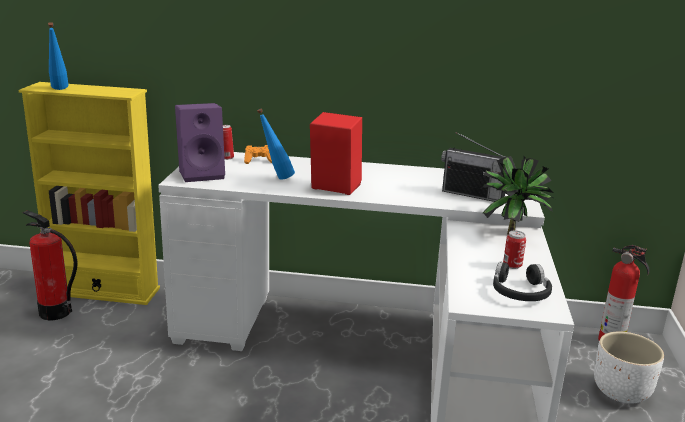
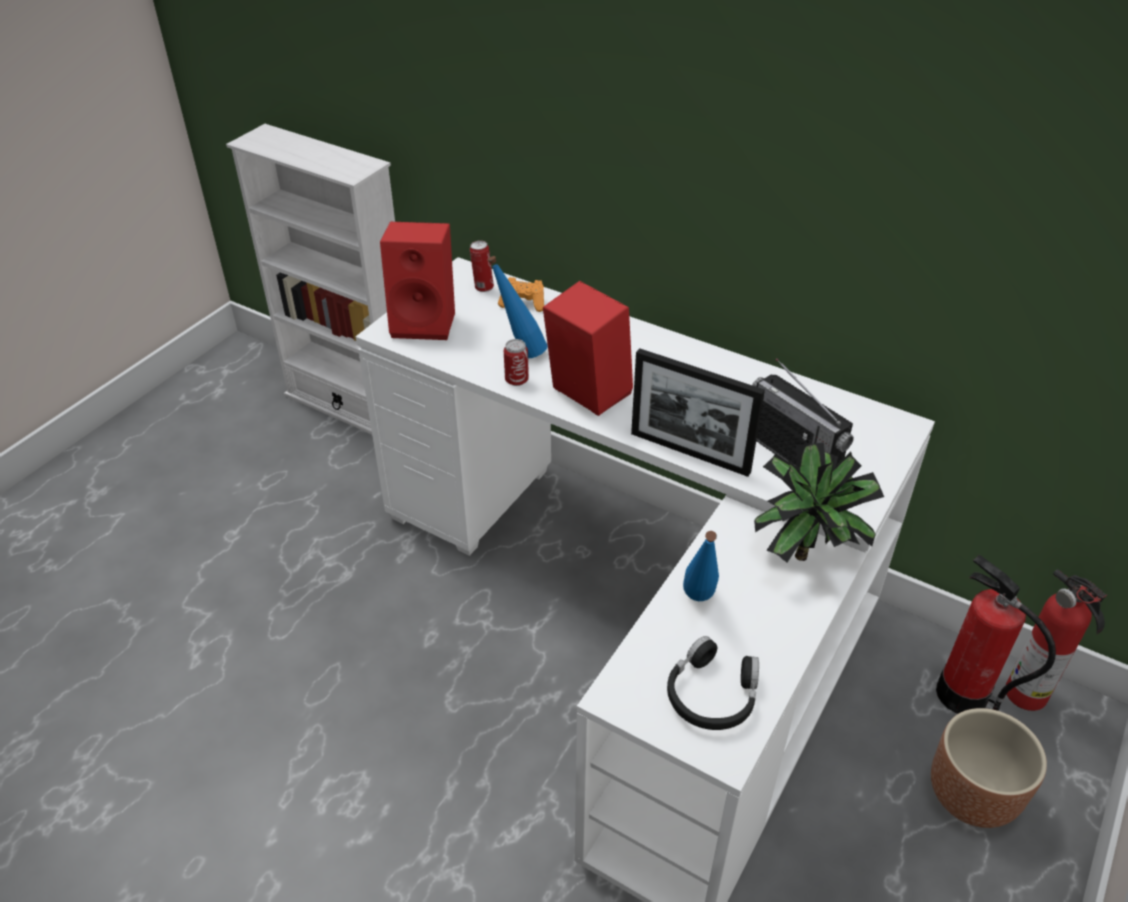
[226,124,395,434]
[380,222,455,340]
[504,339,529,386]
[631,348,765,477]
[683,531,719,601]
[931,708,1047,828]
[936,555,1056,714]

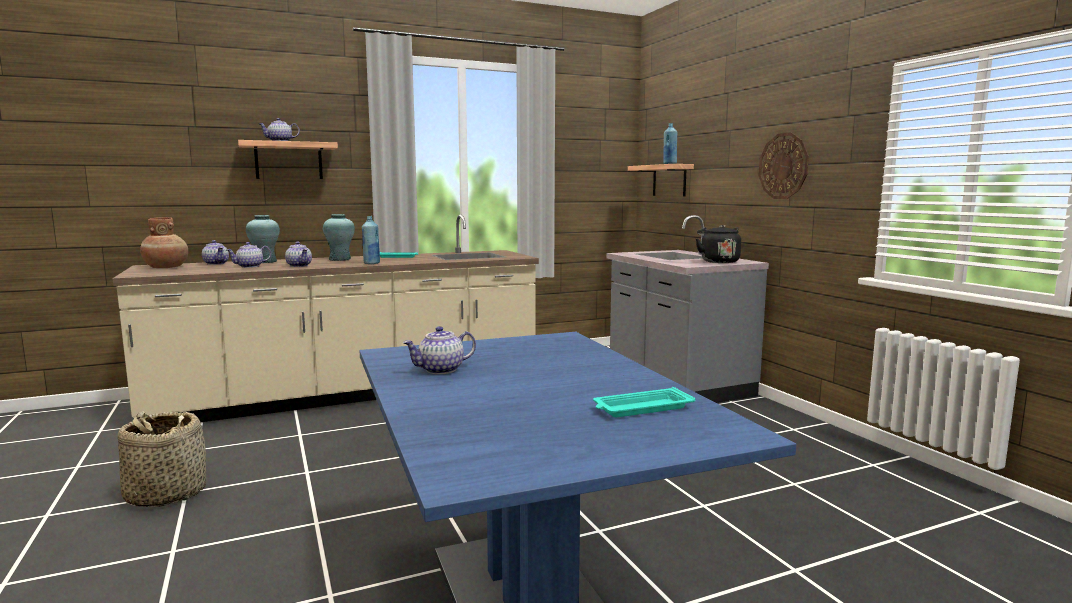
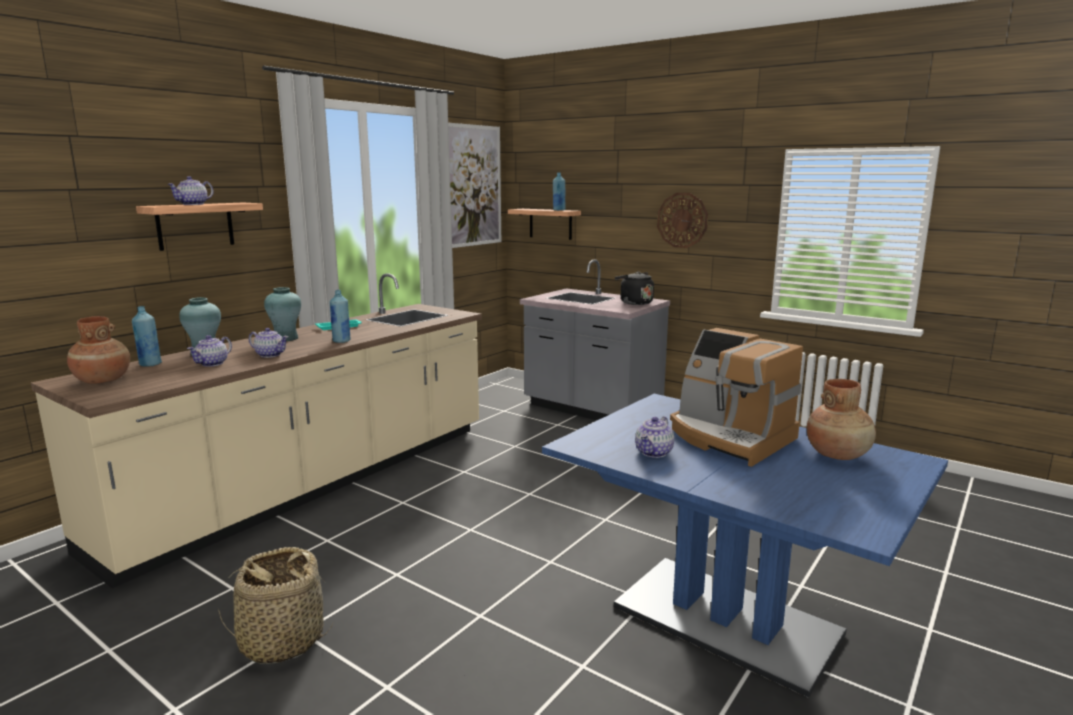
[132,306,162,367]
[448,123,501,248]
[670,328,803,467]
[807,379,876,460]

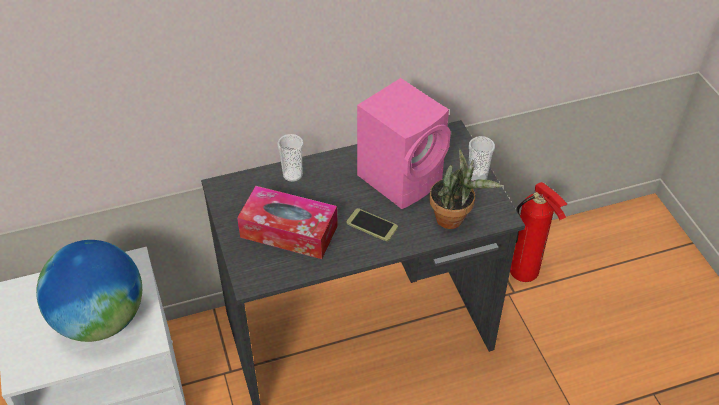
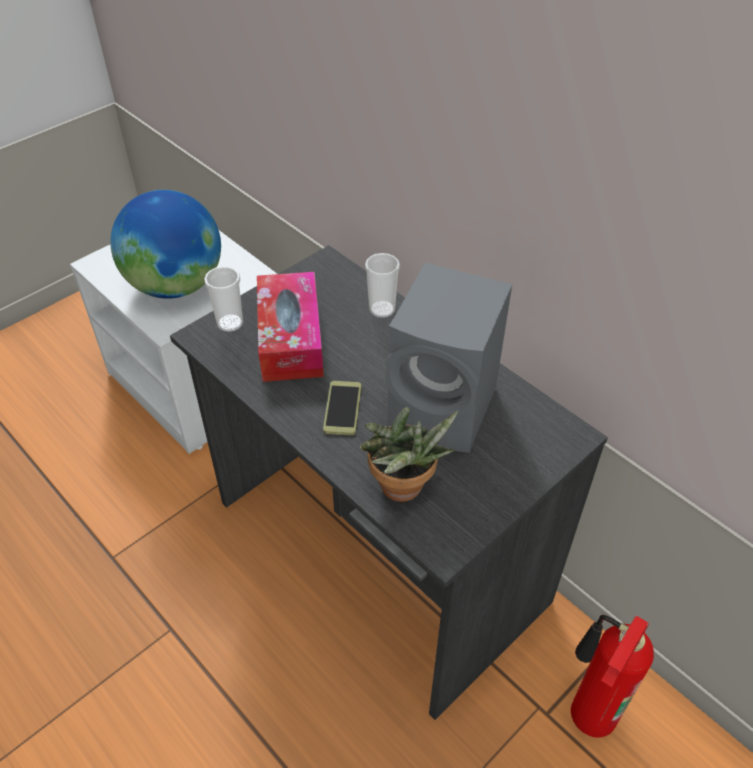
[204,266,243,332]
[386,263,512,453]

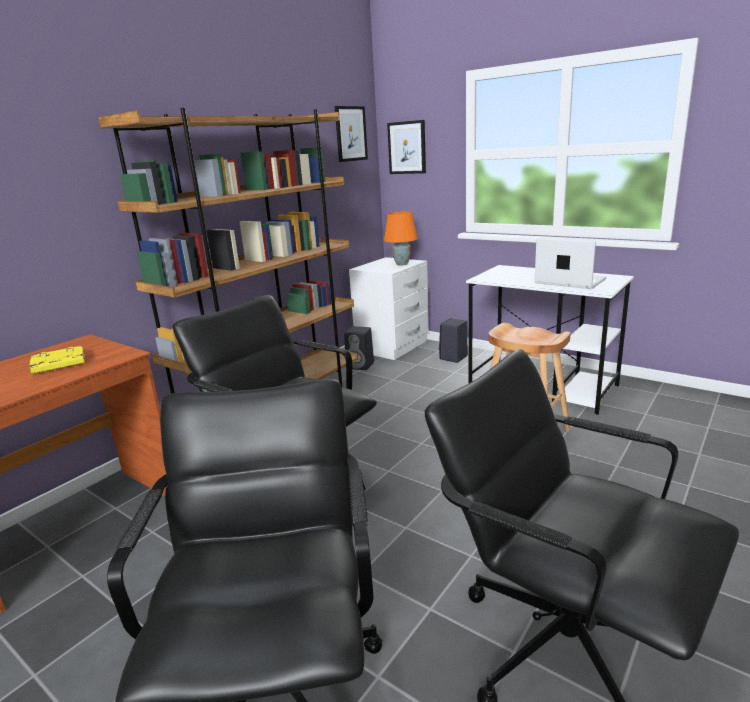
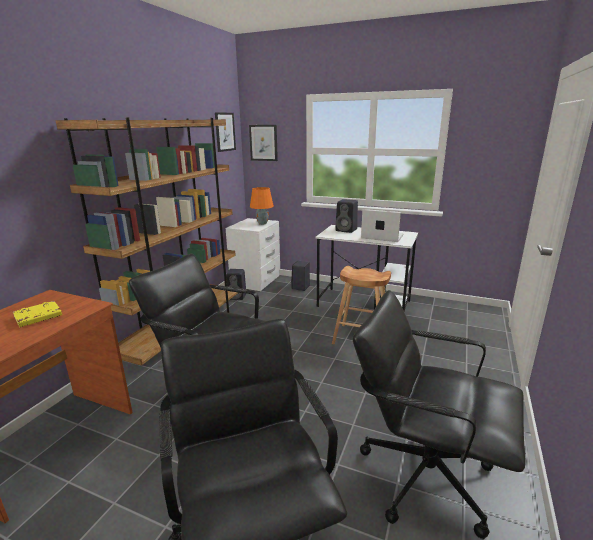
[335,199,358,233]

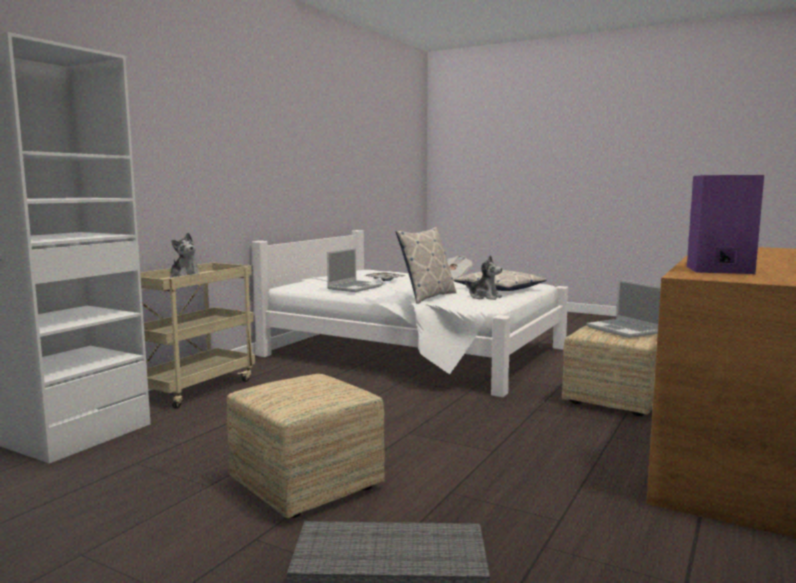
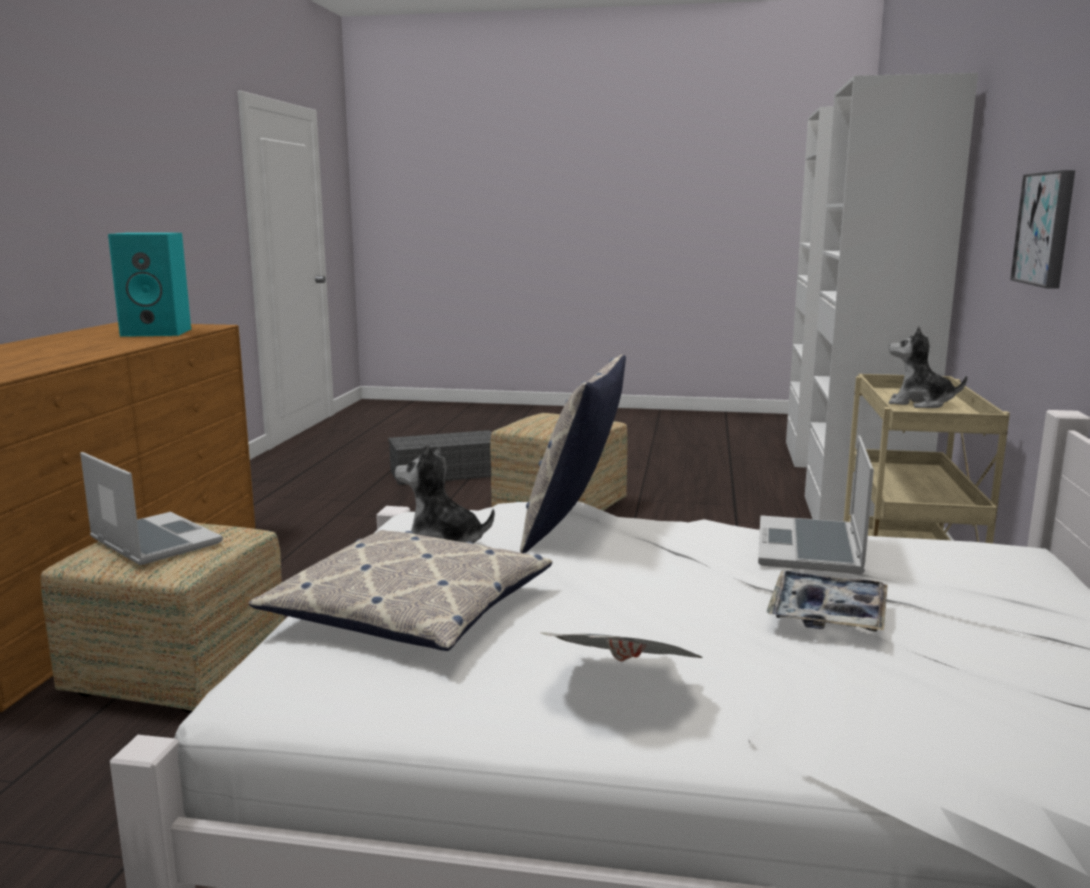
[108,233,191,337]
[1010,170,1075,289]

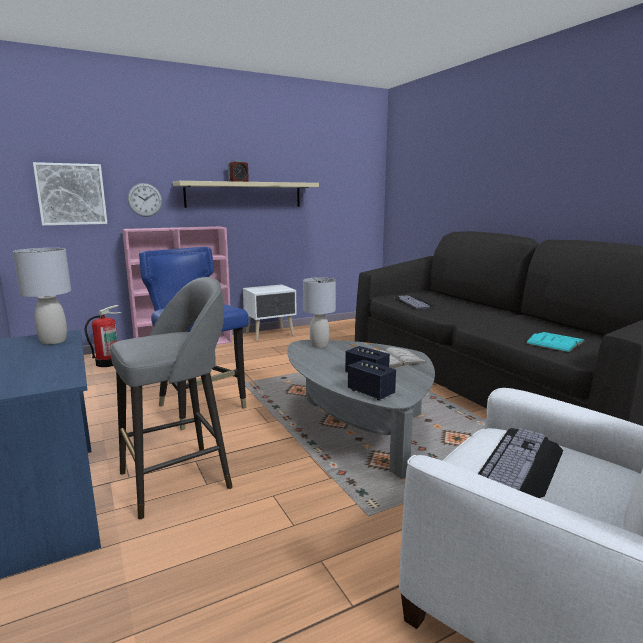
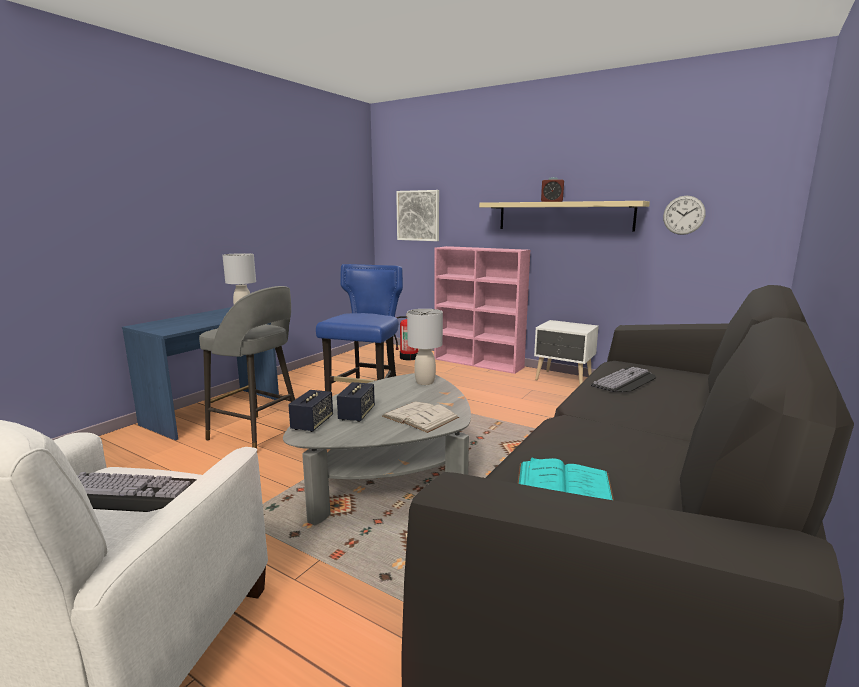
[663,196,706,235]

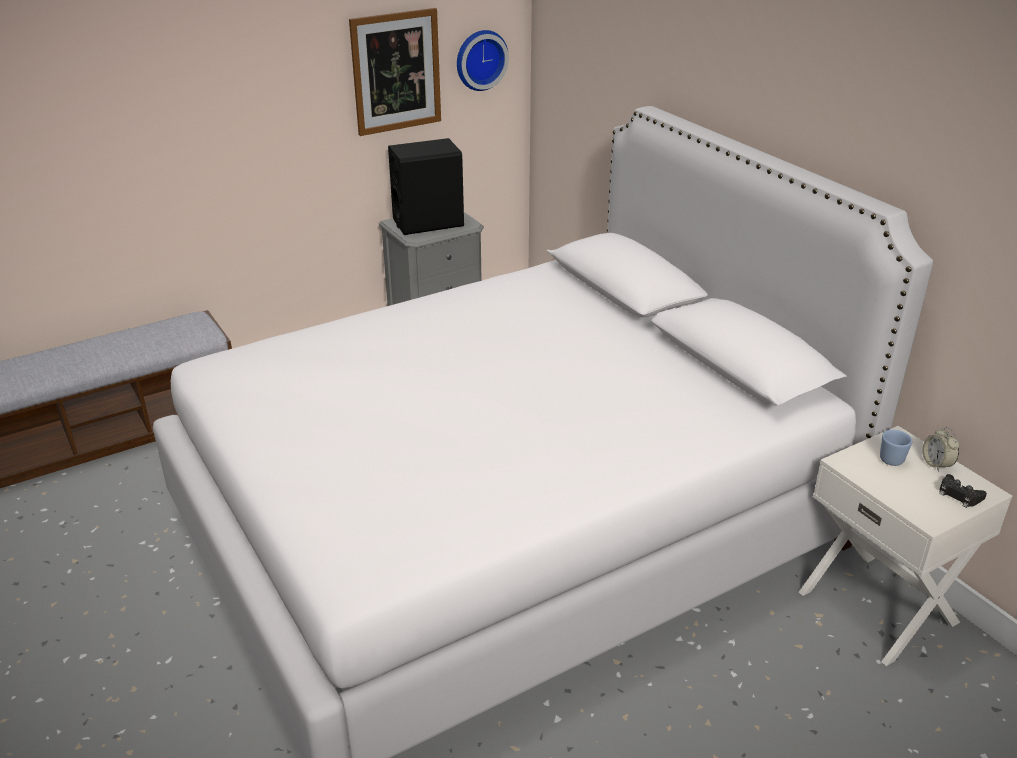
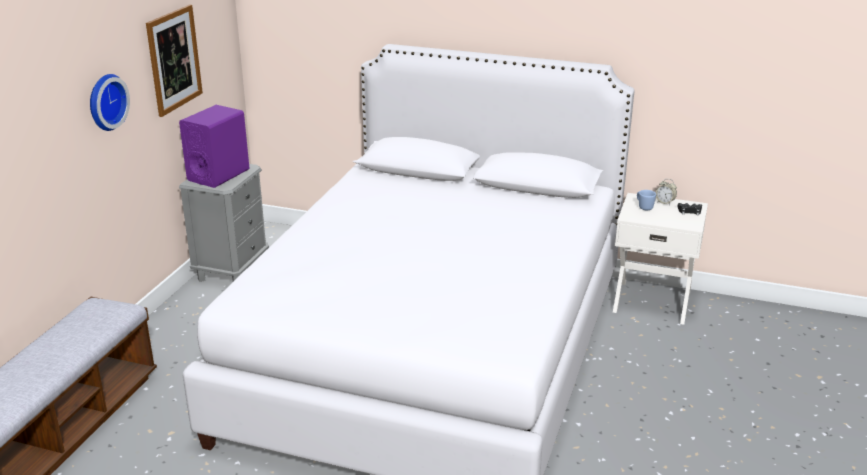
[90,74,130,131]
[179,105,249,188]

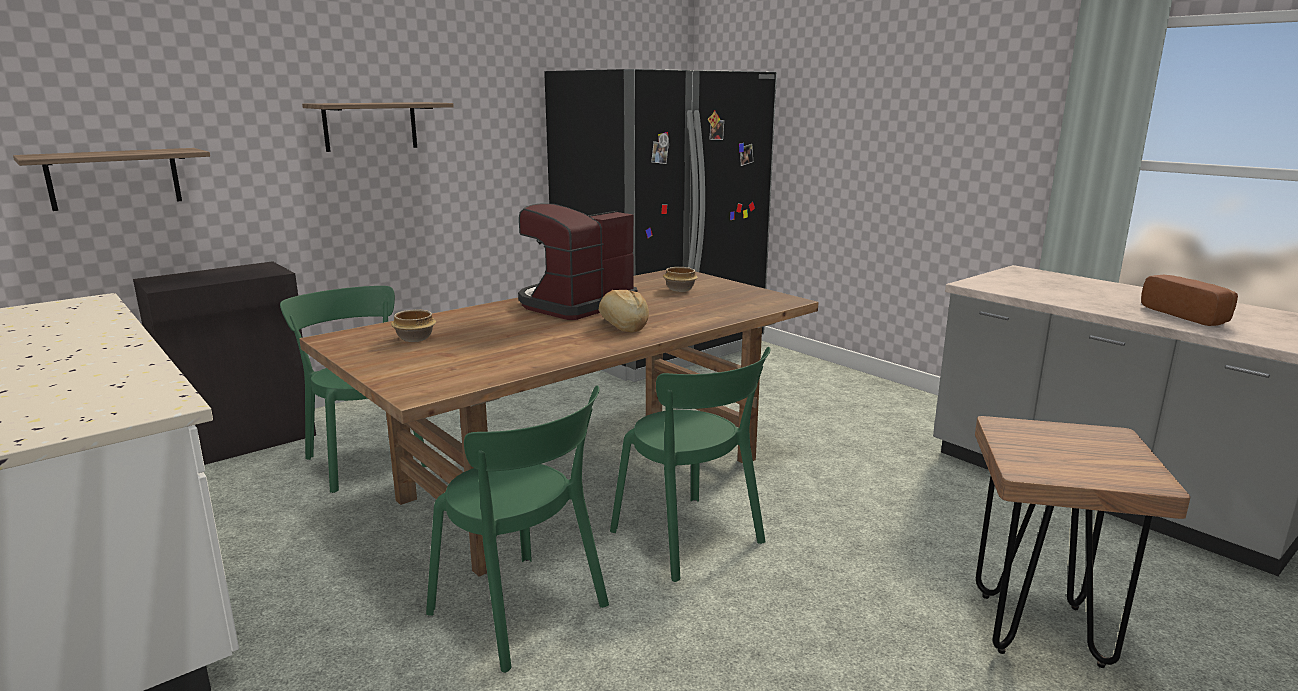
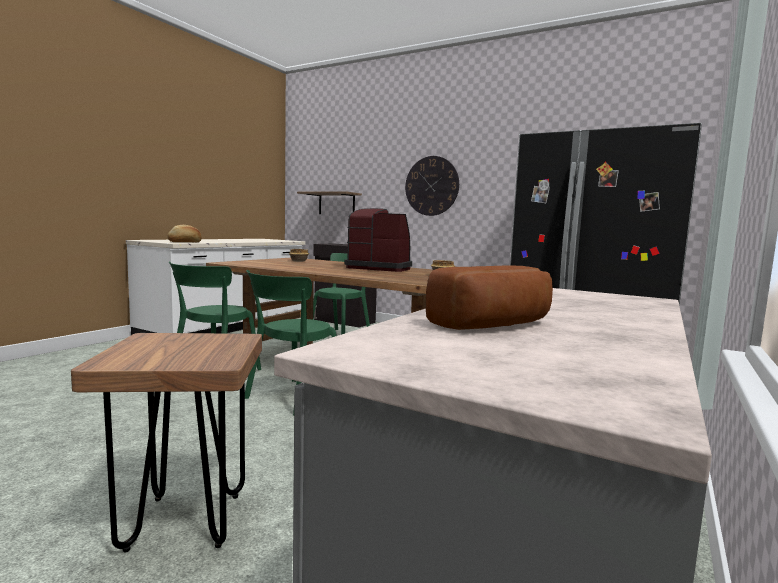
[168,225,202,242]
[405,156,459,216]

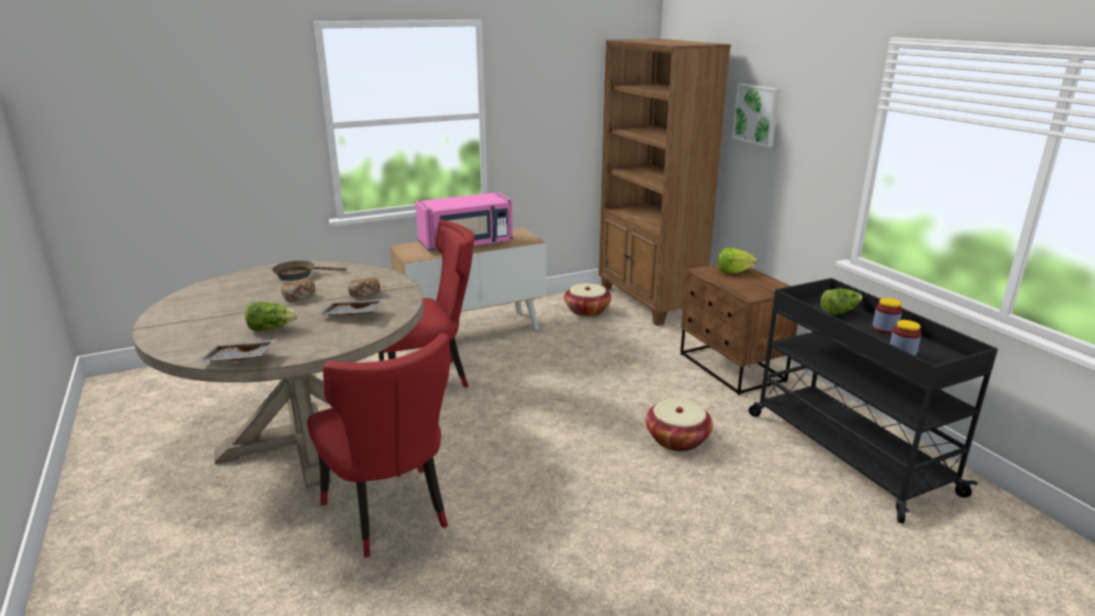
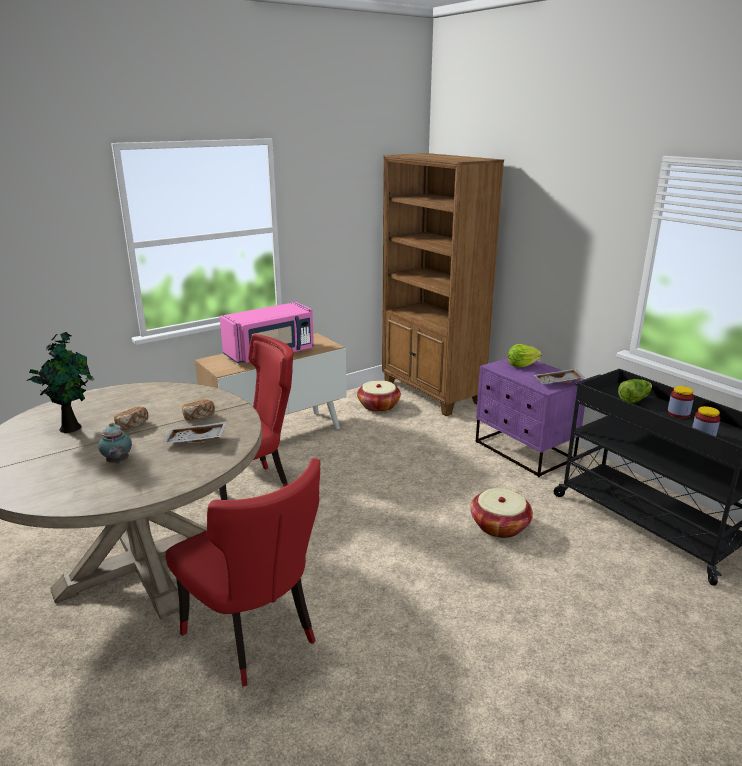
[27,332,95,433]
[98,422,132,464]
[476,358,585,477]
[534,368,585,384]
[272,261,347,281] (first image)
[732,84,780,147] (first image)

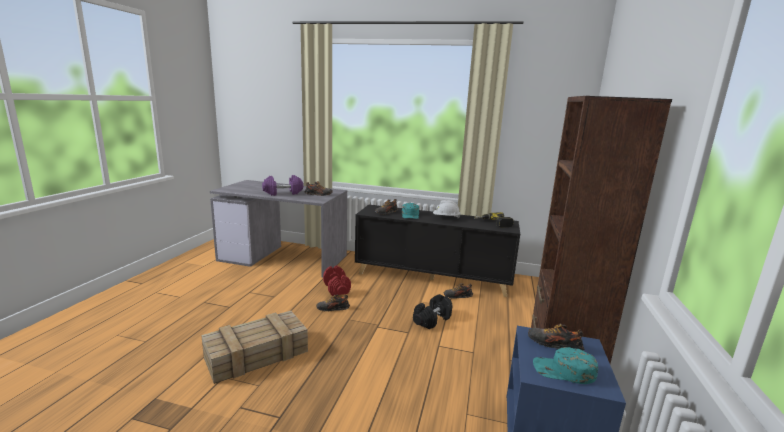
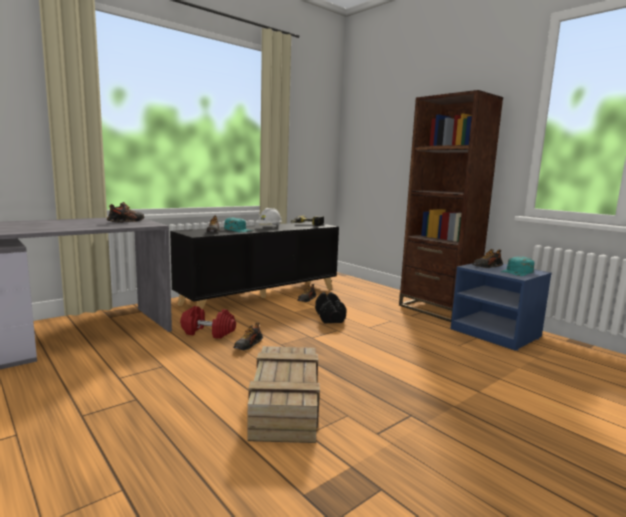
[262,175,303,196] (first image)

